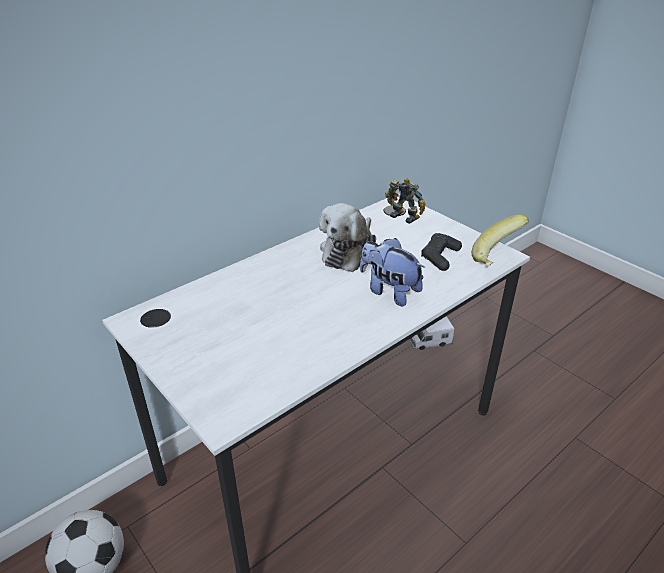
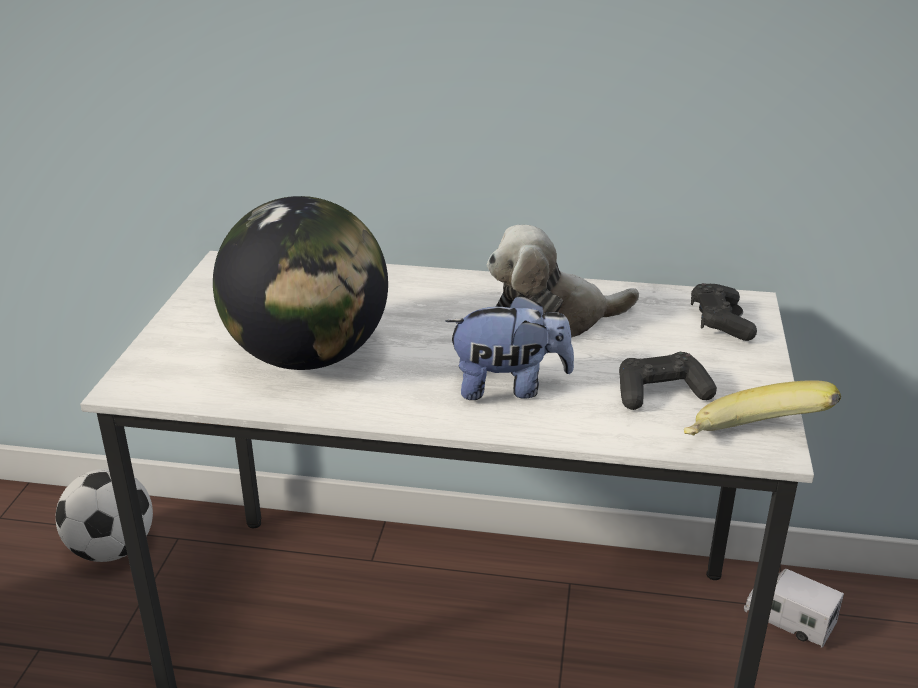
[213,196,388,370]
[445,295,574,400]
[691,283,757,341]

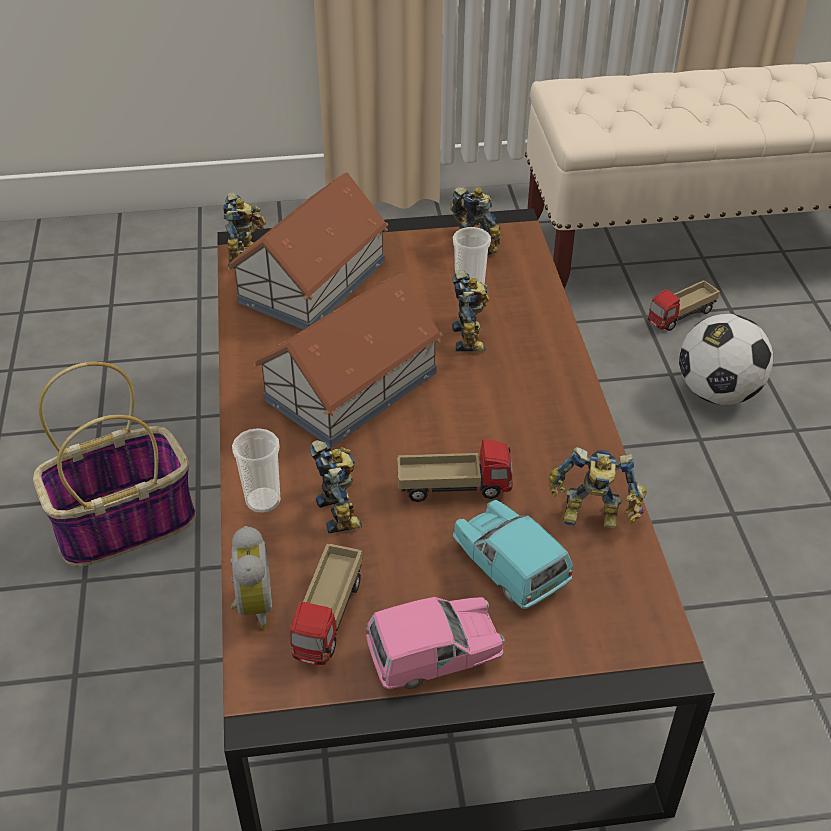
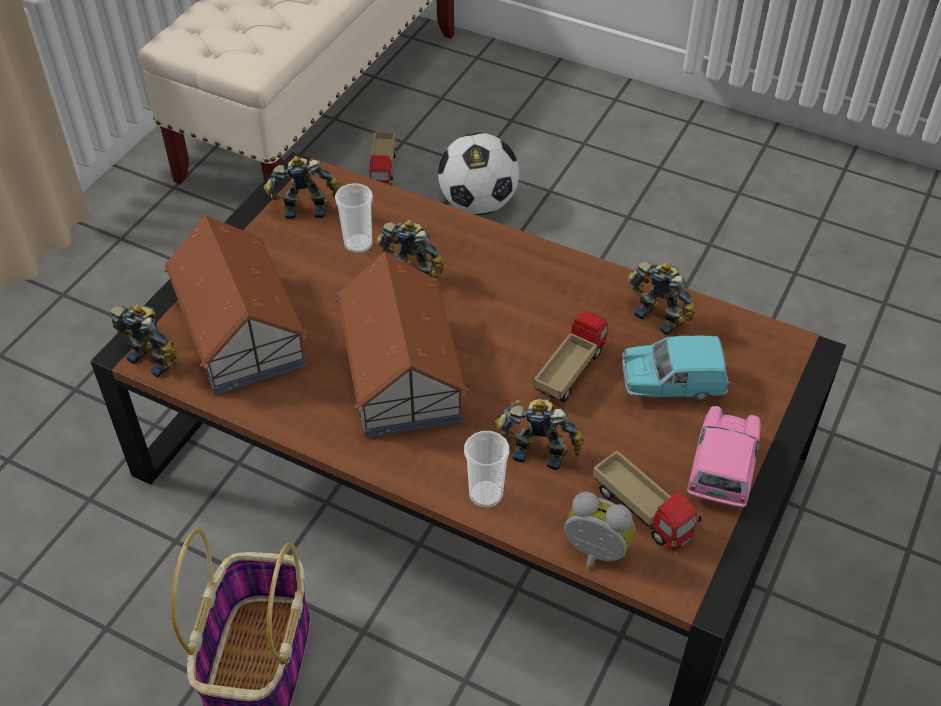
[628,262,696,335]

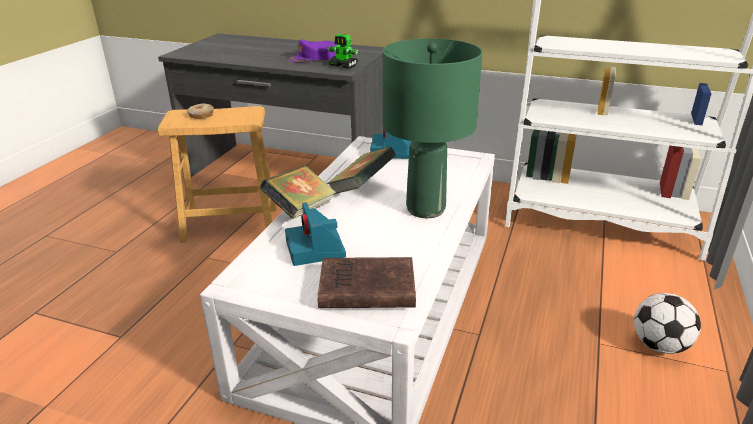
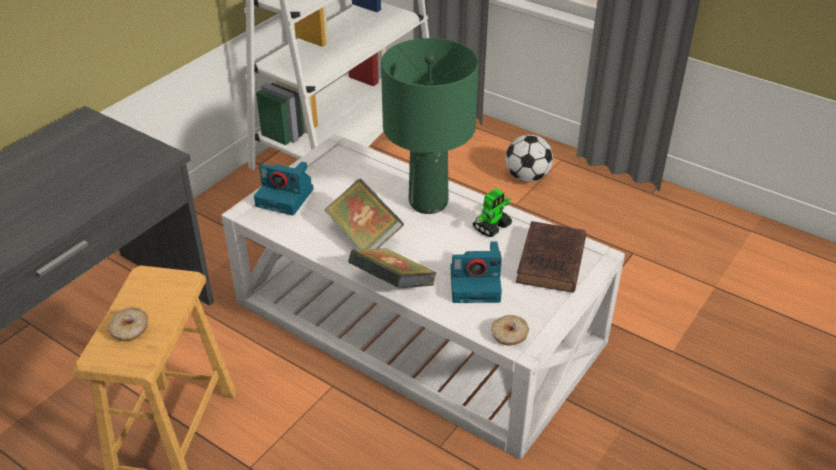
[472,188,512,237]
[491,315,529,345]
[289,39,337,63] (first image)

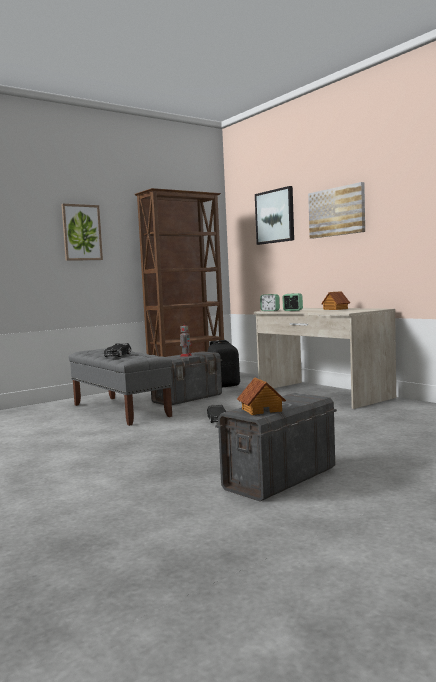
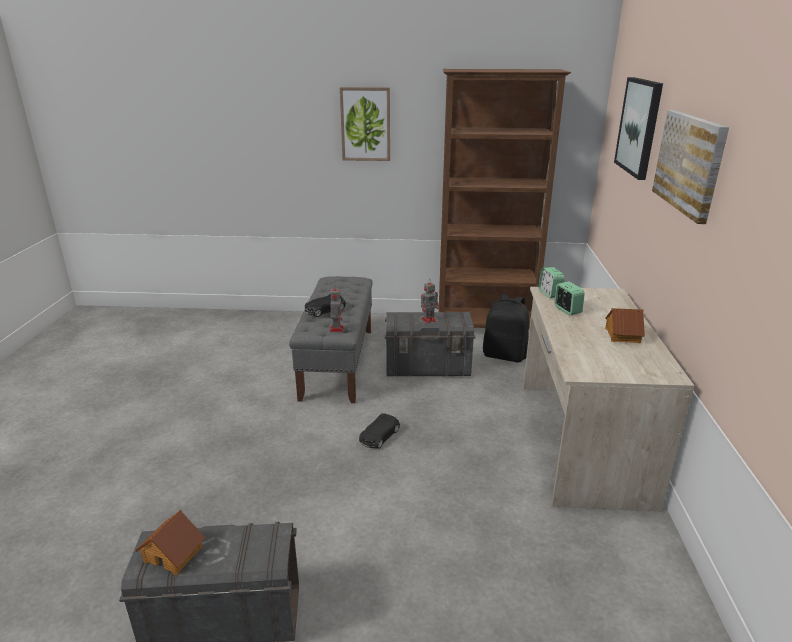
[330,288,344,332]

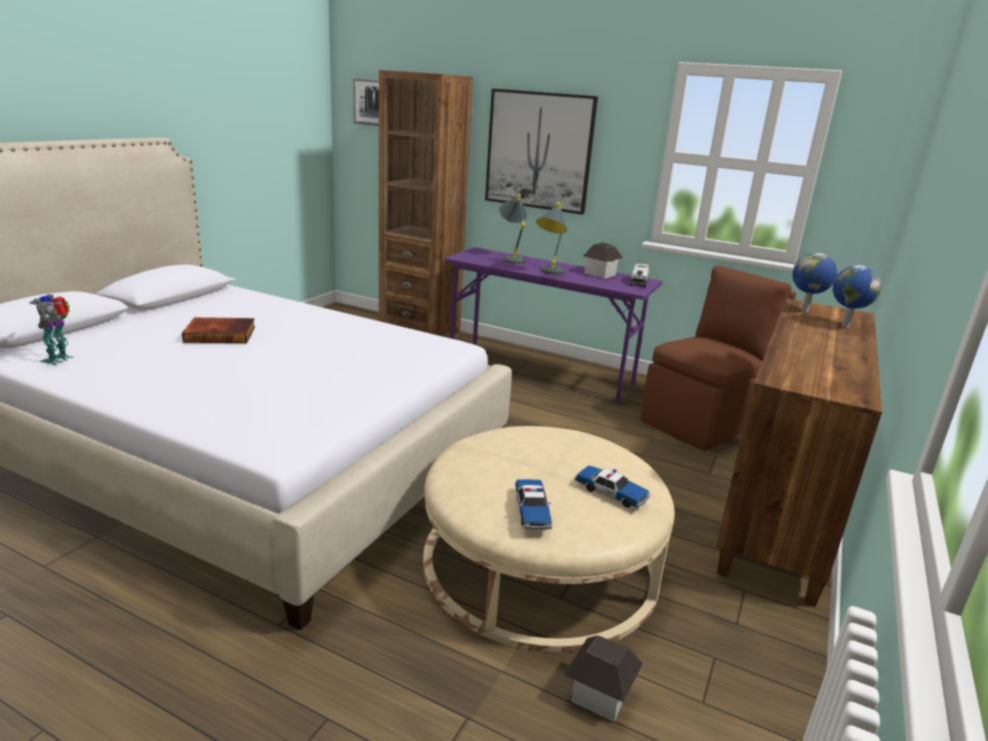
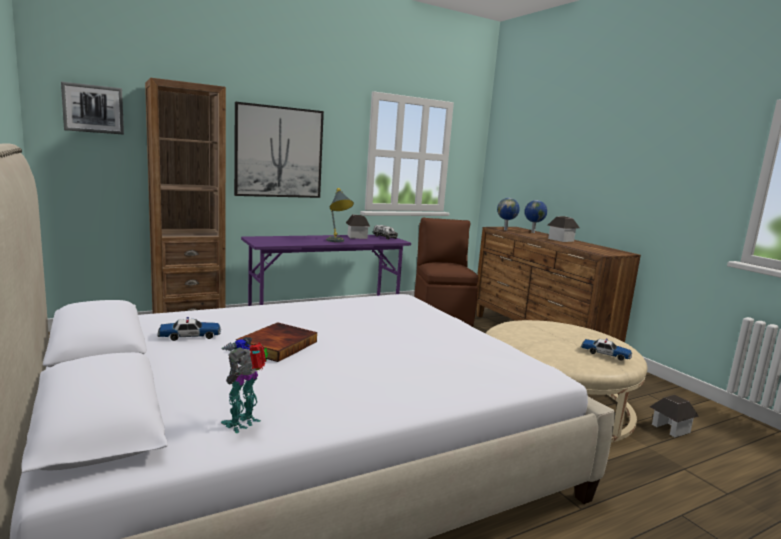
[157,317,221,341]
[221,337,268,433]
[547,216,580,242]
[499,194,528,264] (first image)

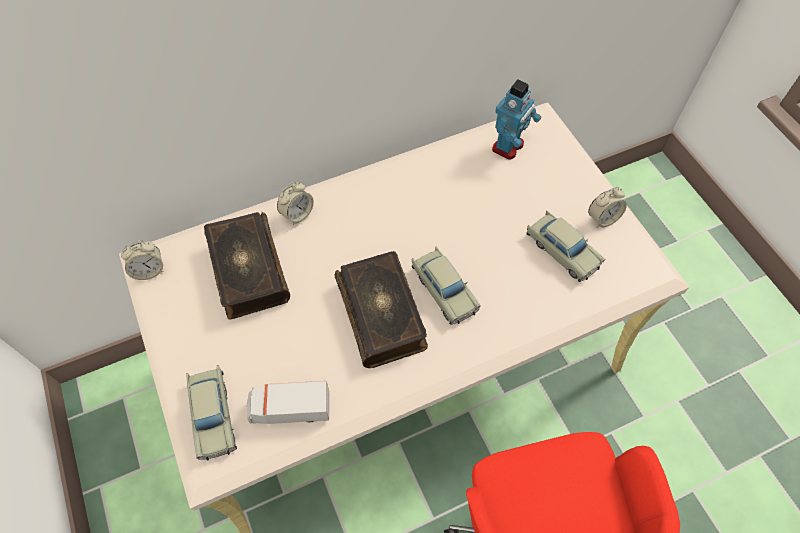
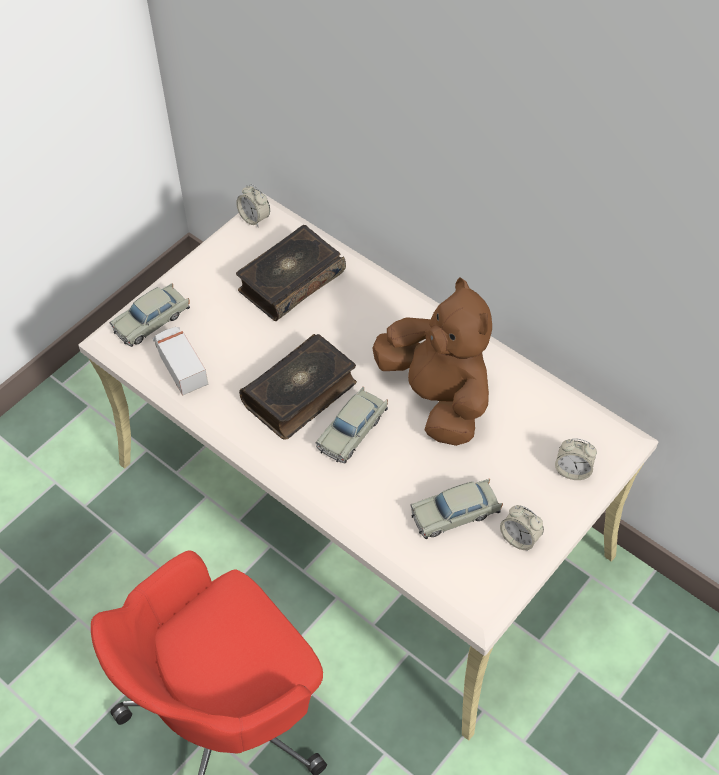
[372,277,492,446]
[410,479,503,539]
[555,438,597,480]
[492,80,541,160] (first image)

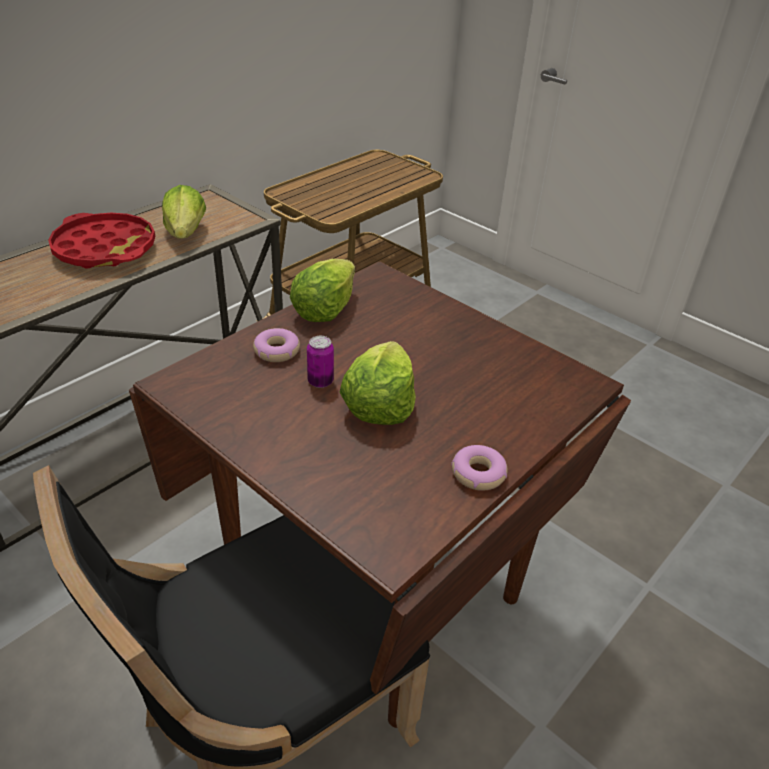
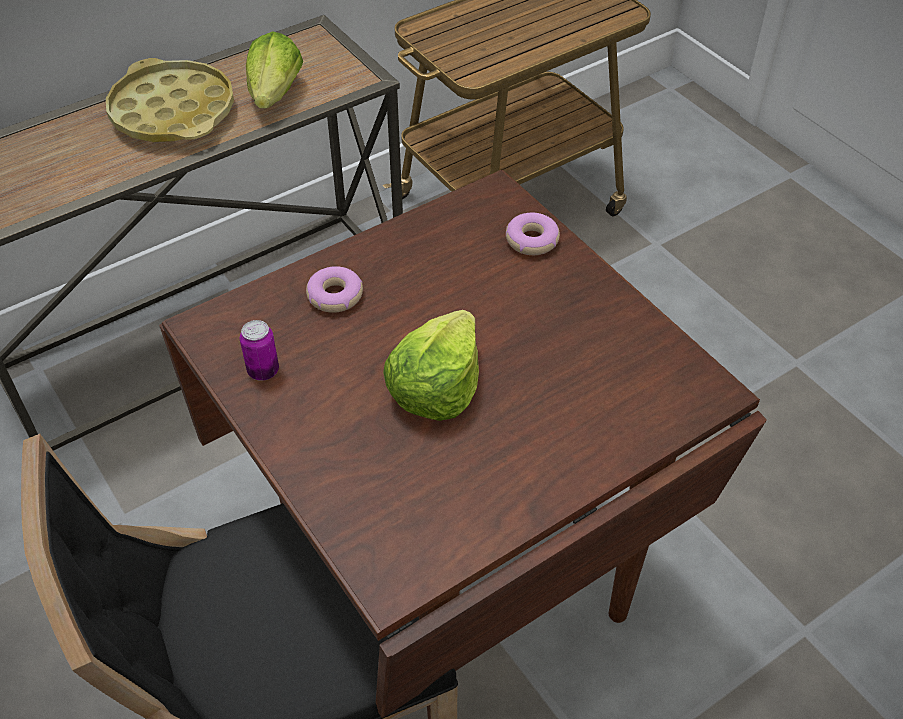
[106,58,234,142]
[240,320,279,381]
[506,213,560,255]
[290,259,355,322] (first image)

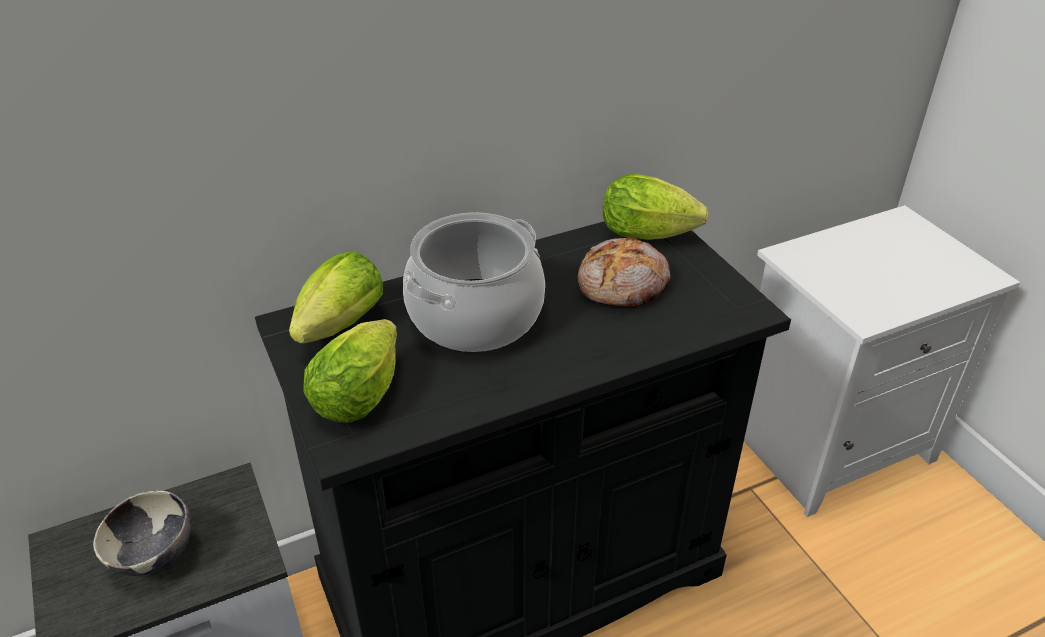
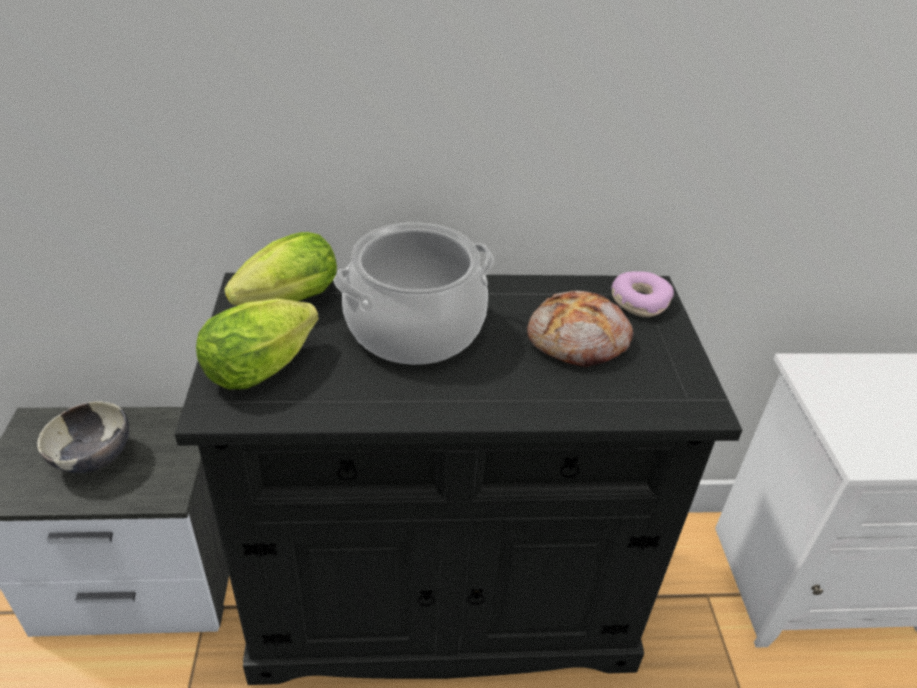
[611,271,674,317]

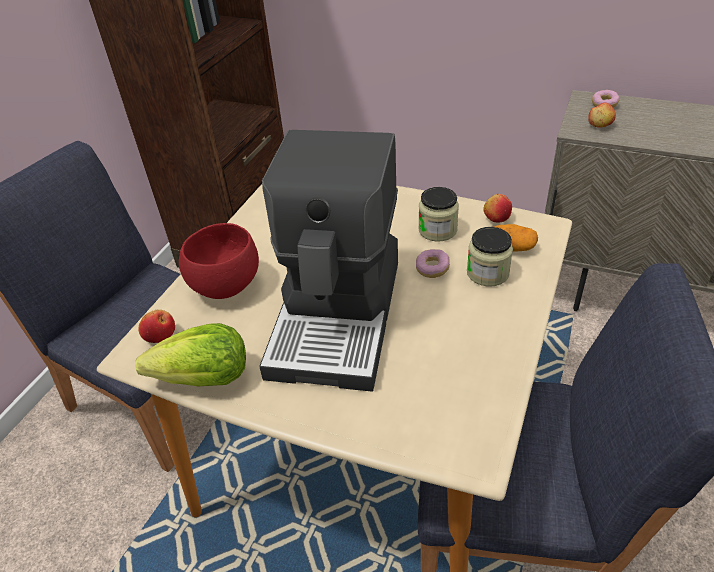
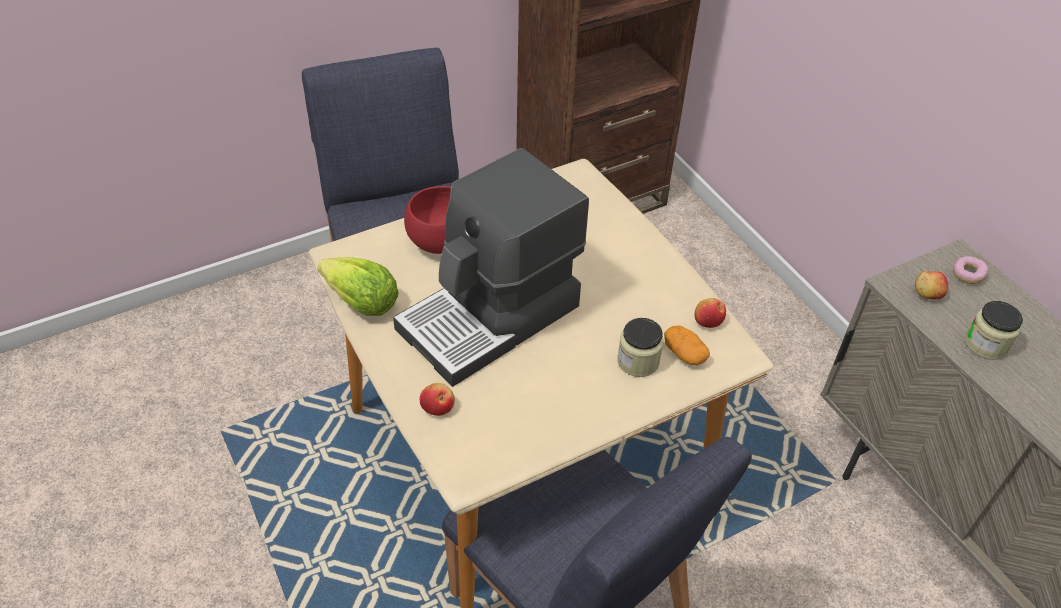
[420,383,455,416]
[965,301,1023,360]
[416,249,450,278] (first image)

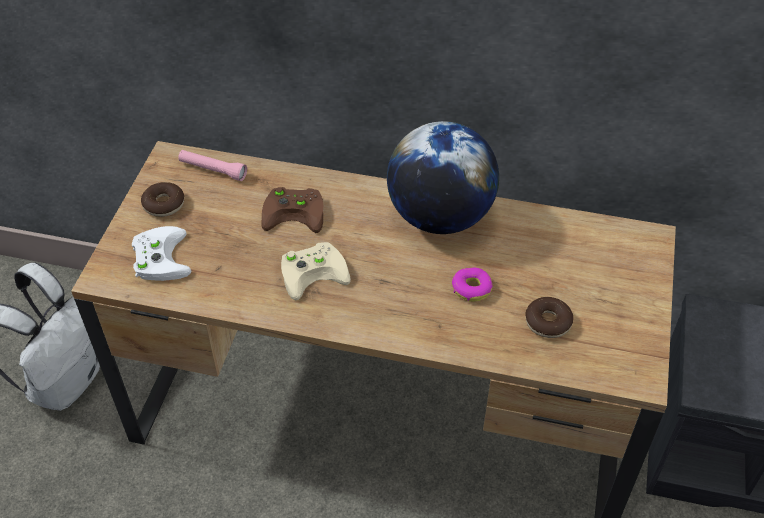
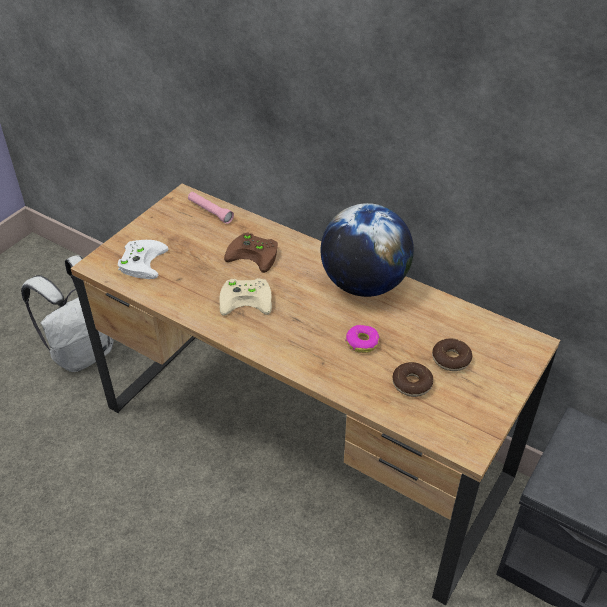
[432,338,472,371]

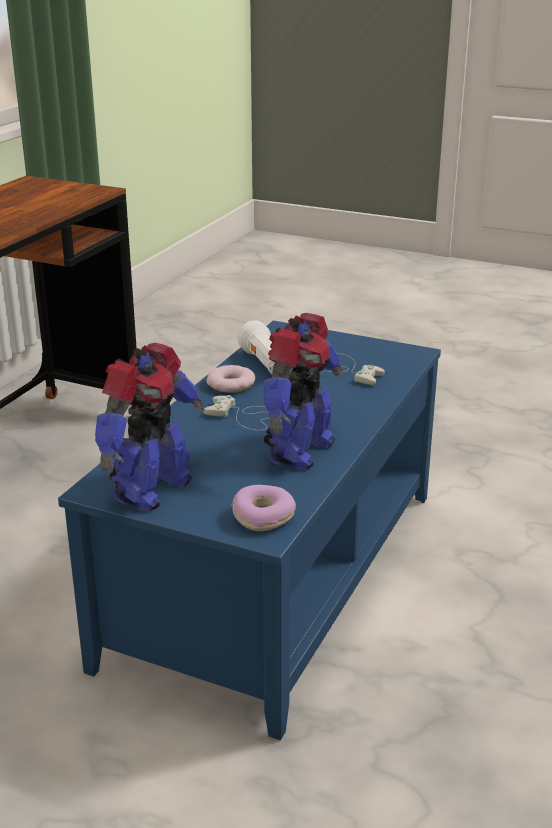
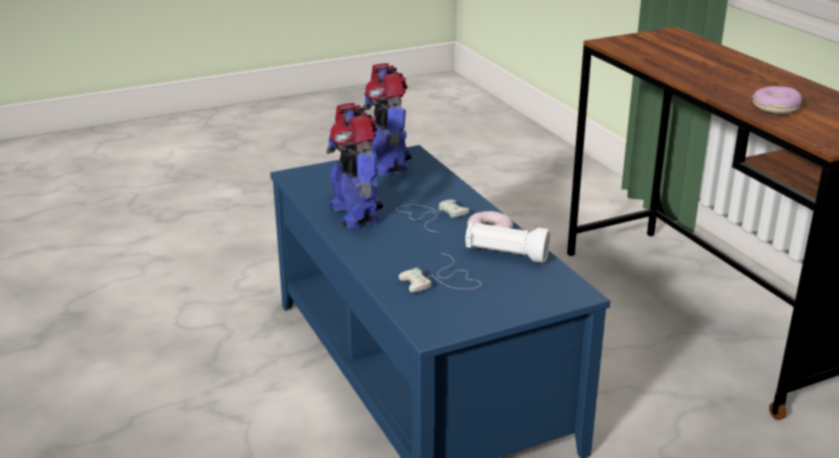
[752,86,802,114]

